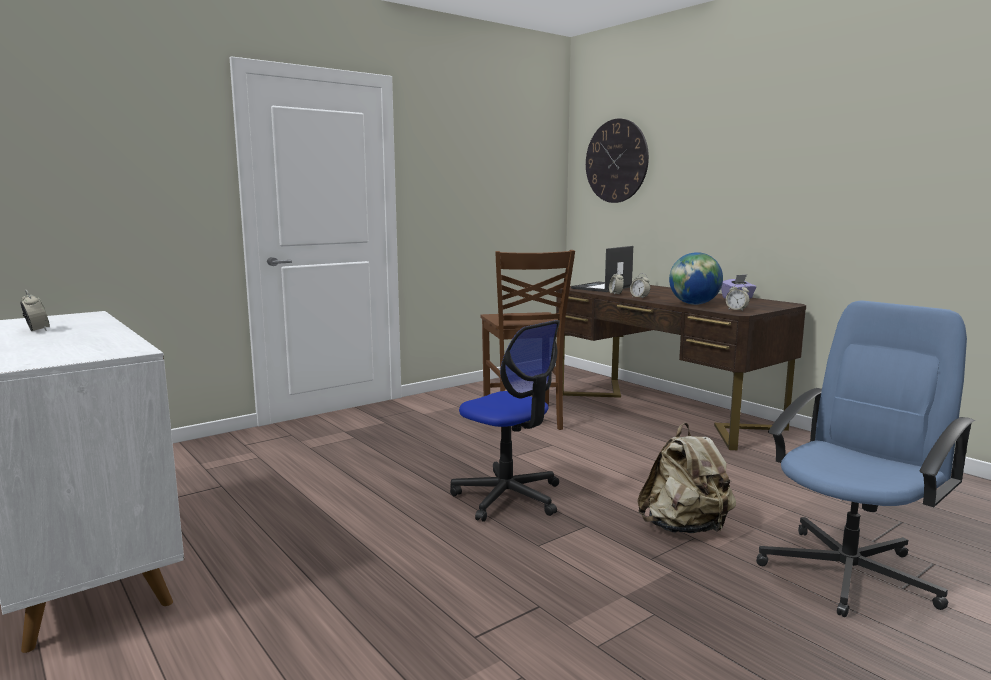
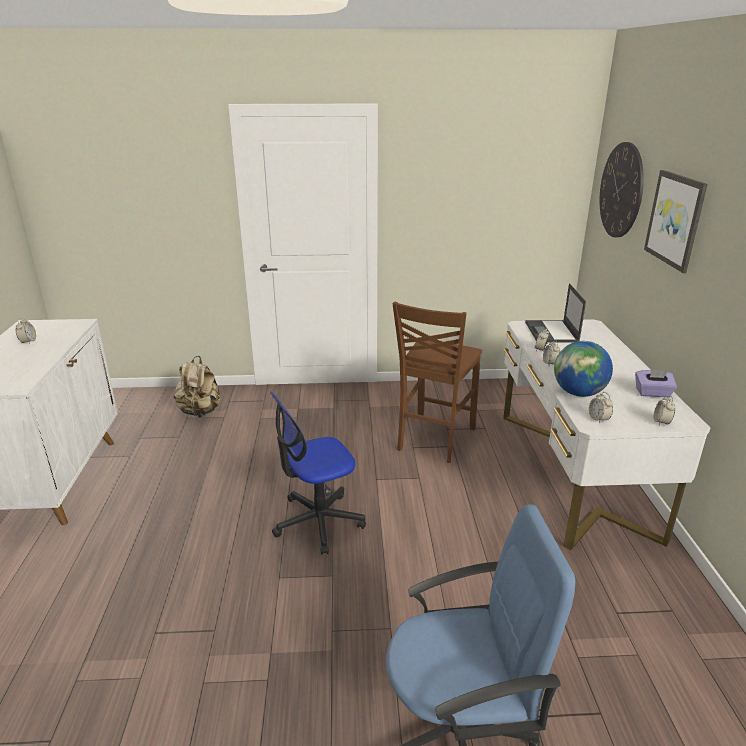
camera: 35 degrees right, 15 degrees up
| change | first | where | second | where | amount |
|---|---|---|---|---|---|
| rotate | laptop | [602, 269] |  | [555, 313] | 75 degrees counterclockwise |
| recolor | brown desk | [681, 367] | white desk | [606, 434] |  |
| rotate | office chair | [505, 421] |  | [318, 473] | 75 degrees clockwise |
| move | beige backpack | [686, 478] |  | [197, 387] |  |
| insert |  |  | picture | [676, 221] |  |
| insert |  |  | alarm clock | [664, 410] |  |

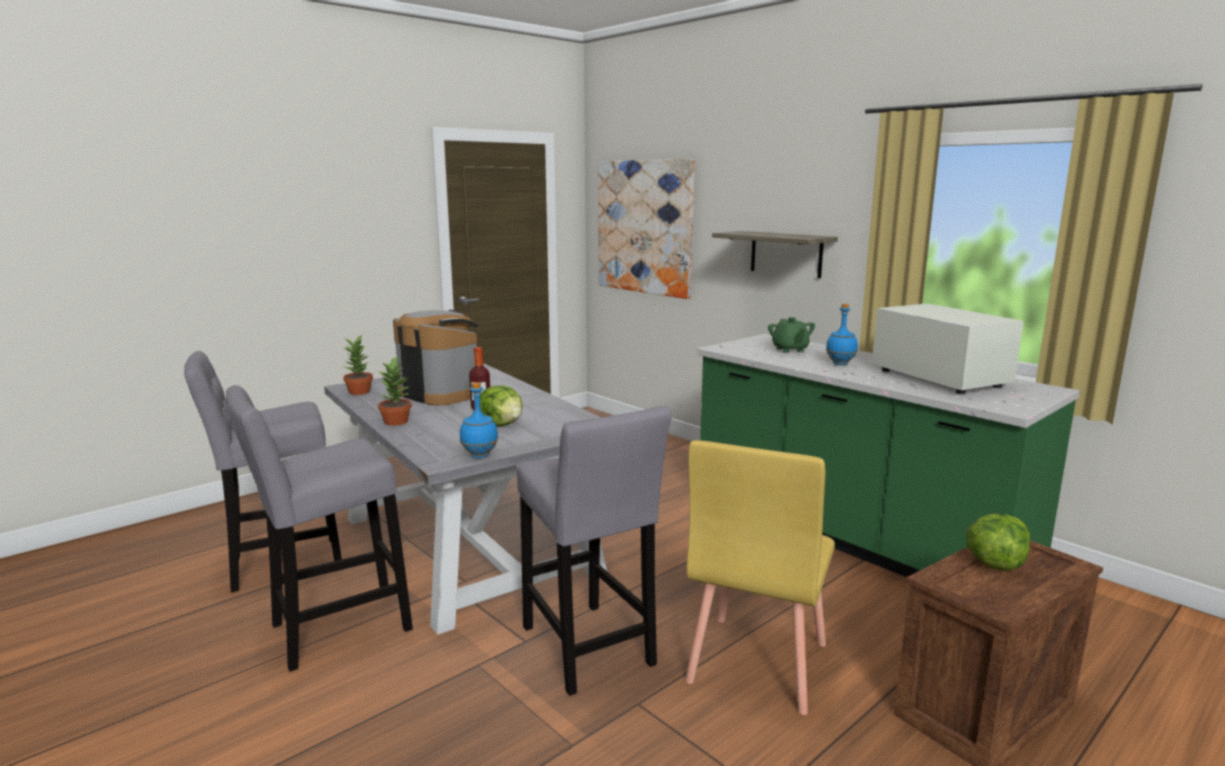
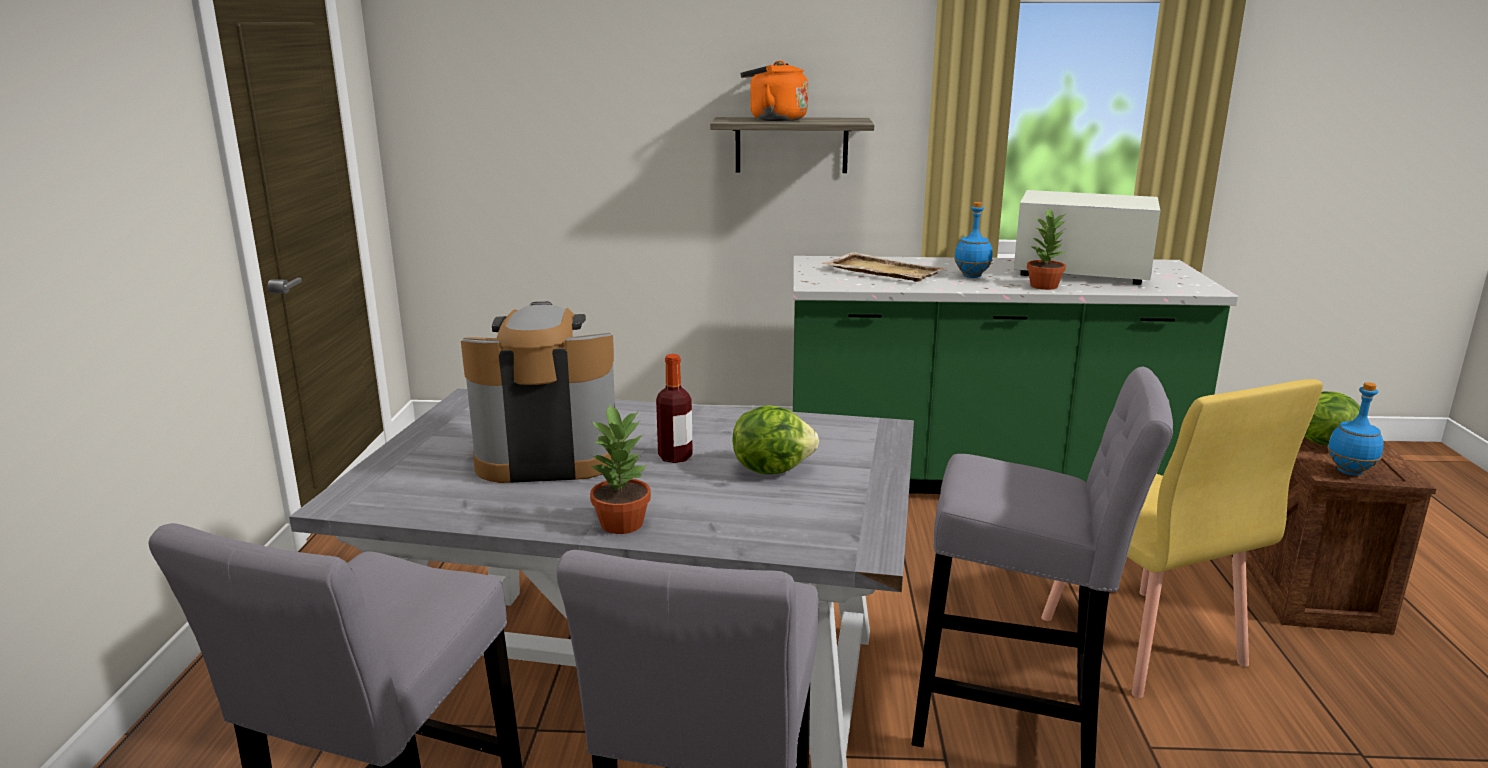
camera: 45 degrees left, 5 degrees up
| change | first | where | second | where | amount |
|---|---|---|---|---|---|
| delete | picture | [646, 229] |  |  |  |
| replace | green teapot | [791, 335] | beige tray | [883, 267] |  |
| move | potted plant | [358, 364] |  | [1046, 249] |  |
| move | blue bottle | [479, 420] |  | [1355, 429] |  |
| insert |  |  | orange kettle | [774, 90] |  |

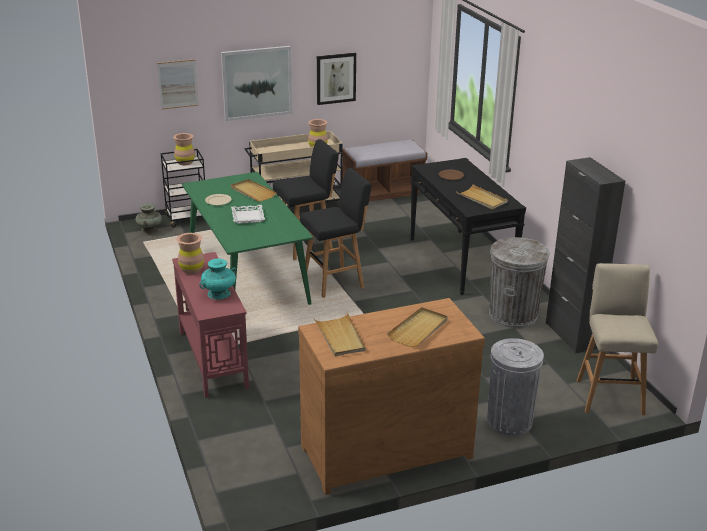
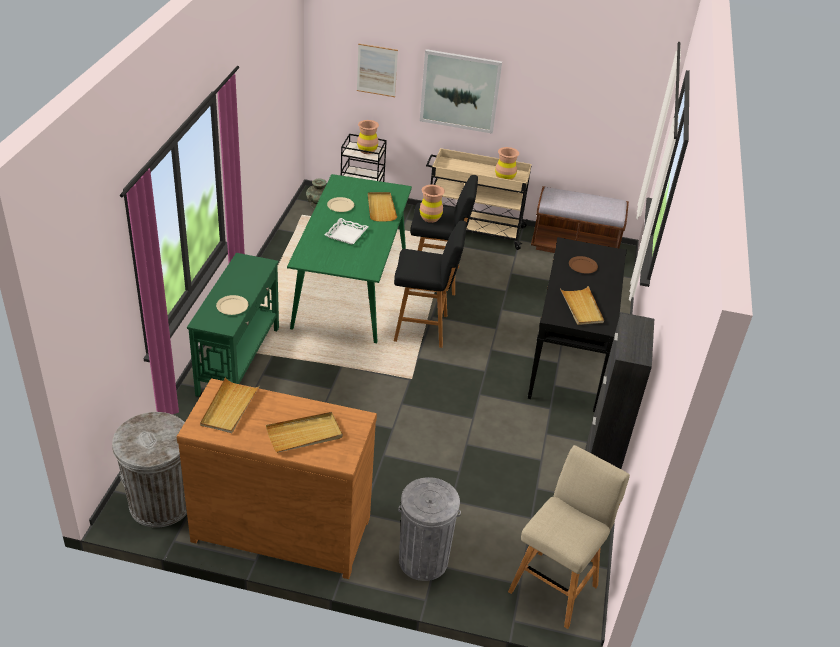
camera: 30 degrees right, 10 degrees up
| change | first | where | second | where | amount |
|---|---|---|---|---|---|
| delete | picture | [336, 79] |  |  |  |
| move | brown vase | [190, 253] |  | [432, 204] |  |
| move | grey trash can | [519, 282] |  | [149, 469] |  |
| recolor | red console table | [210, 325] | green console table | [233, 325] |  |
| replace | turquoise vase | [218, 279] | beige plate | [232, 305] |  |

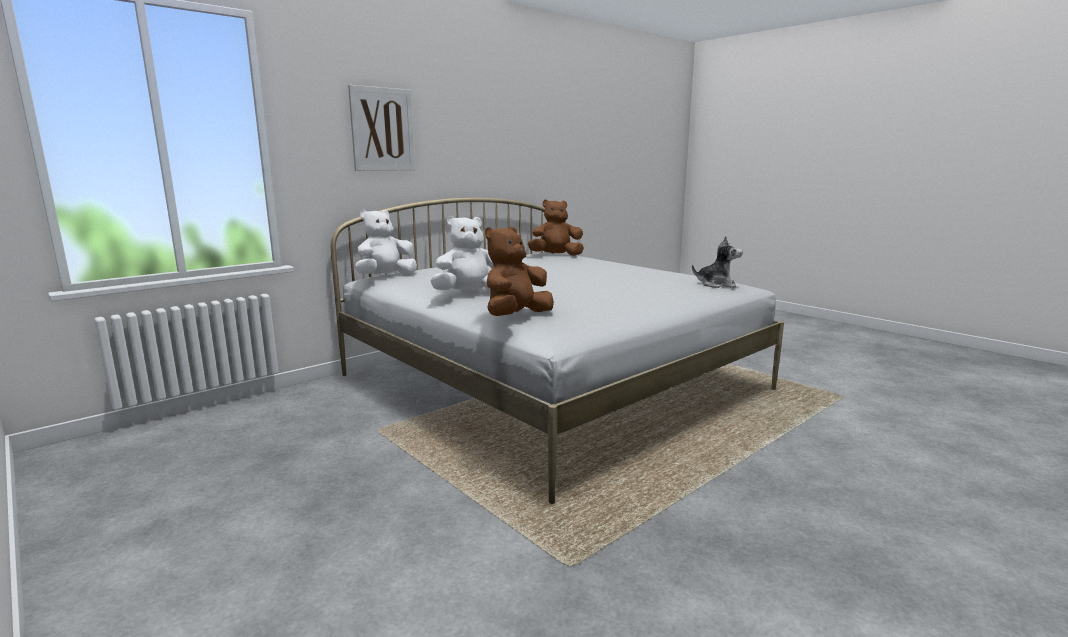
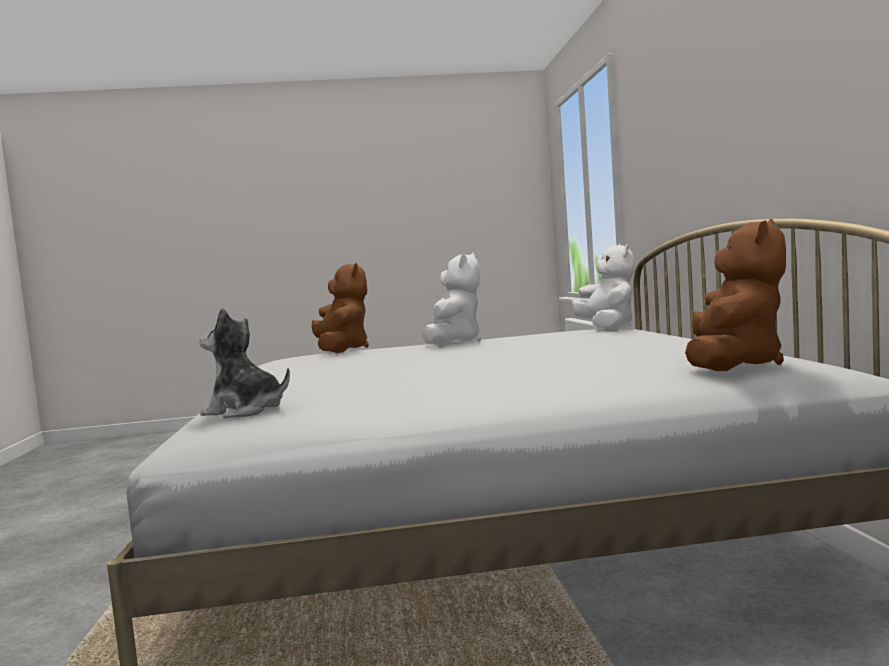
camera: 125 degrees right, 10 degrees down
| change | first | where | second | where | amount |
|---|---|---|---|---|---|
| delete | picture | [381, 128] |  |  |  |
| rotate | plush toy | [717, 262] |  | [244, 363] | 60 degrees clockwise |

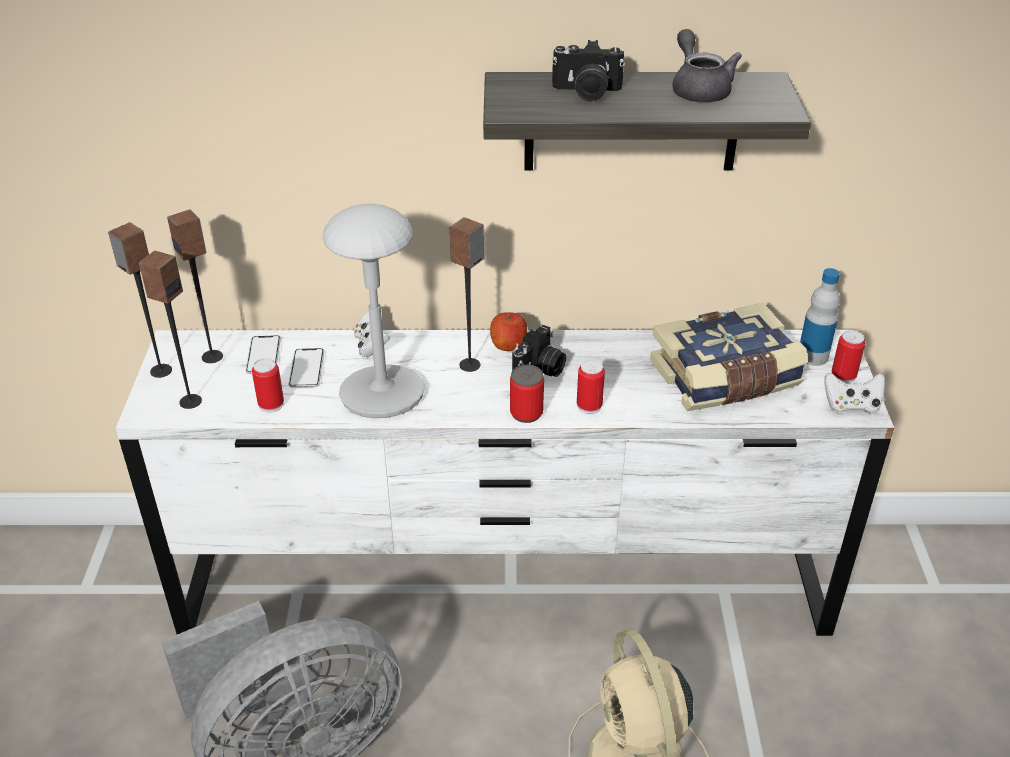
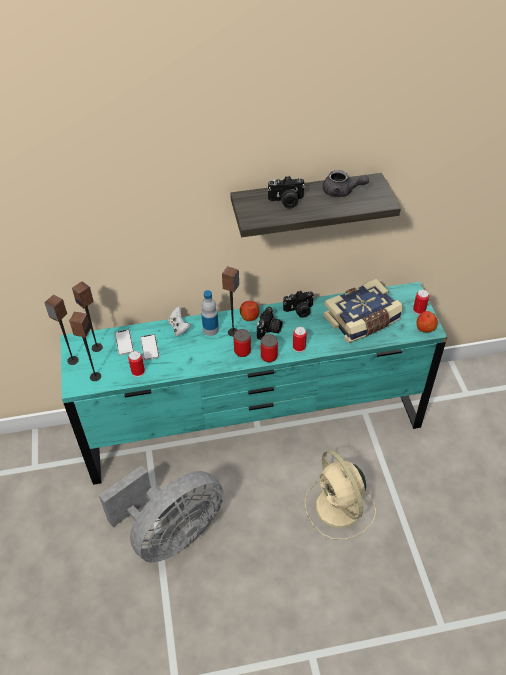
camera: 10 degrees left, 10 degrees up
| change | first | where | second | where | amount |
|---|---|---|---|---|---|
| rotate | grey teapot | [707, 66] |  | [346, 183] | 135 degrees clockwise |
| delete | grey table lamp | [373, 311] |  |  |  |
| move | bottle | [820, 317] |  | [210, 313] |  |
| recolor | white dresser | [505, 483] | turquoise dresser | [253, 383] |  |
| replace | white game controller | [854, 393] | apple | [427, 321] |  |
| insert |  |  | photo camera | [298, 304] |  |
| insert |  |  | can | [242, 343] |  |

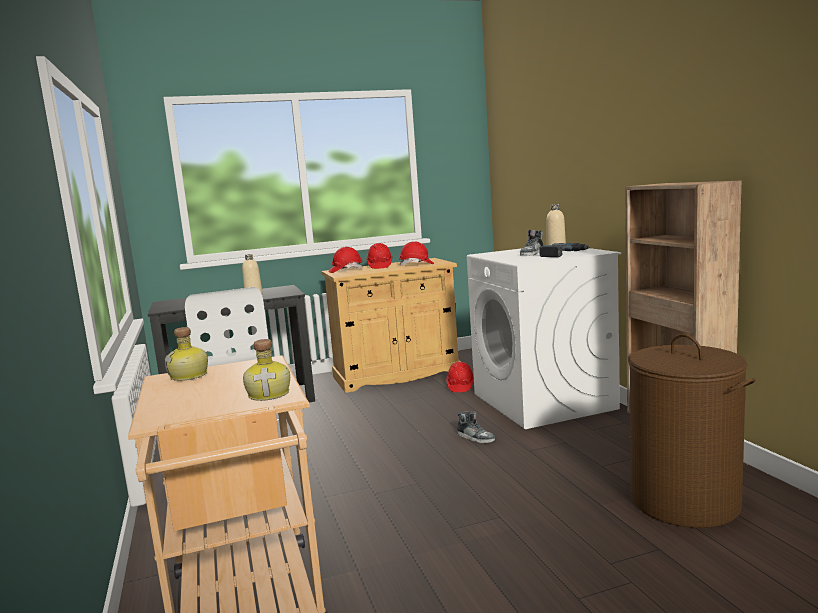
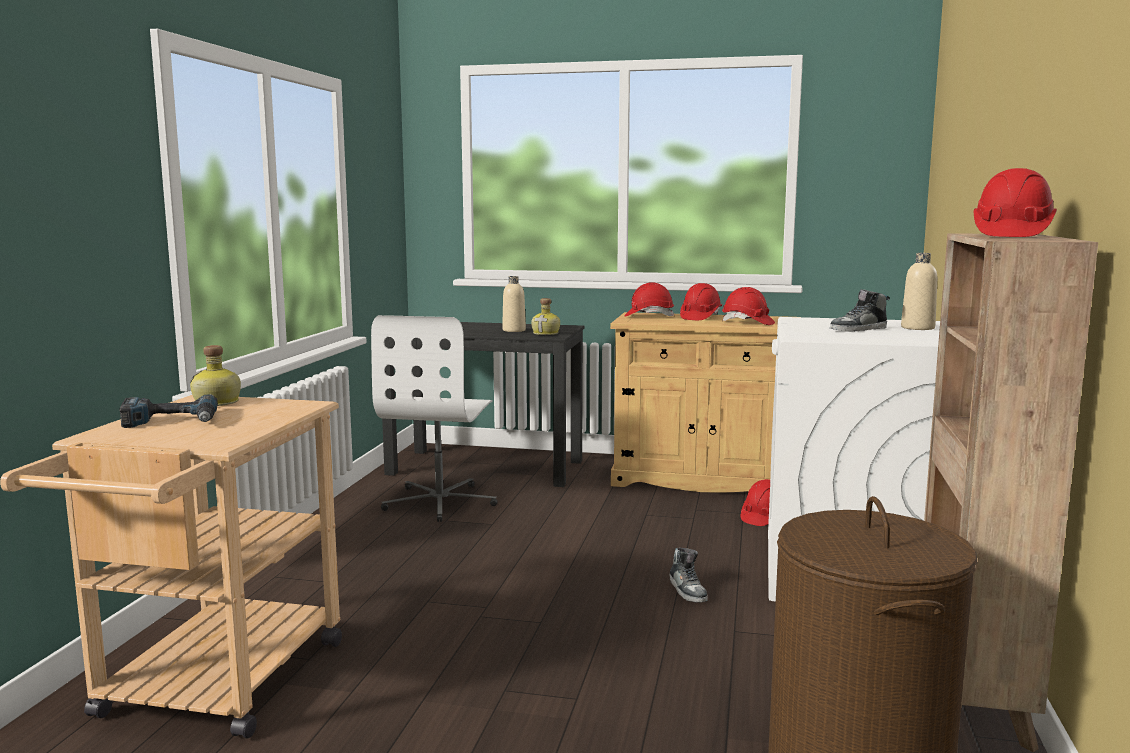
camera: 30 degrees right, 0 degrees up
| change | first | where | second | where | amount |
|---|---|---|---|---|---|
| move | power drill | [564, 250] |  | [169, 411] |  |
| move | bottle | [266, 370] |  | [545, 316] |  |
| insert |  |  | red hard hat | [1015, 202] |  |

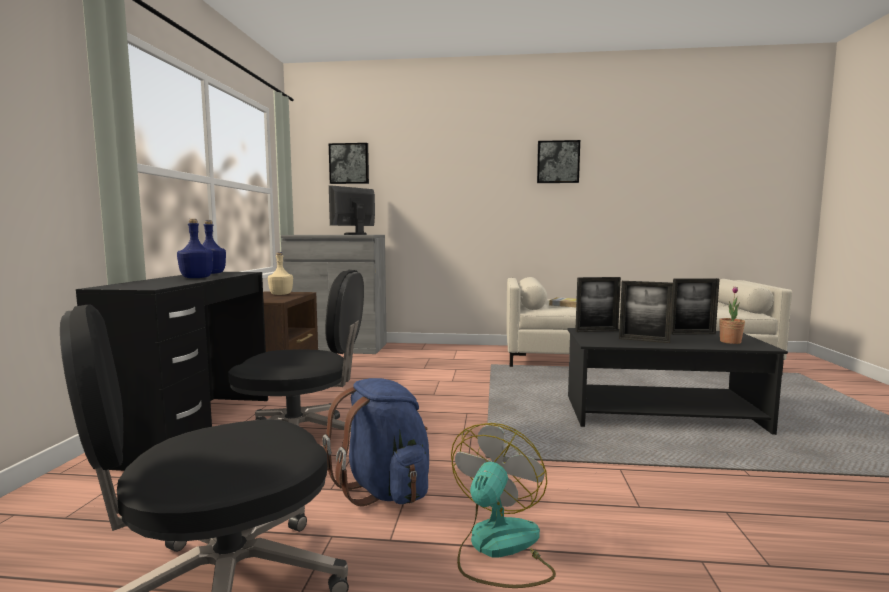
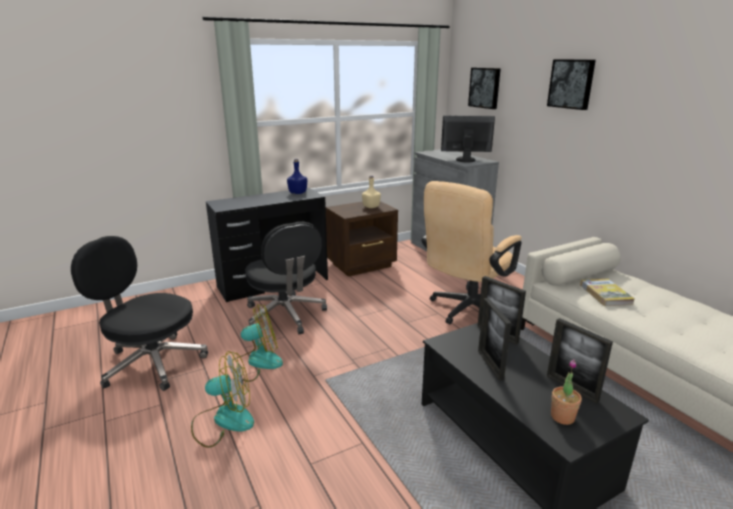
camera: 55 degrees right, 15 degrees up
| change | first | where | second | where | amount |
|---|---|---|---|---|---|
| move | picture | [558, 161] |  | [571, 84] |  |
| delete | blue bottle | [195, 248] |  |  |  |
| replace | blue backpack | [375, 442] | fan | [258, 343] |  |
| insert |  |  | beige office chair | [472, 252] |  |

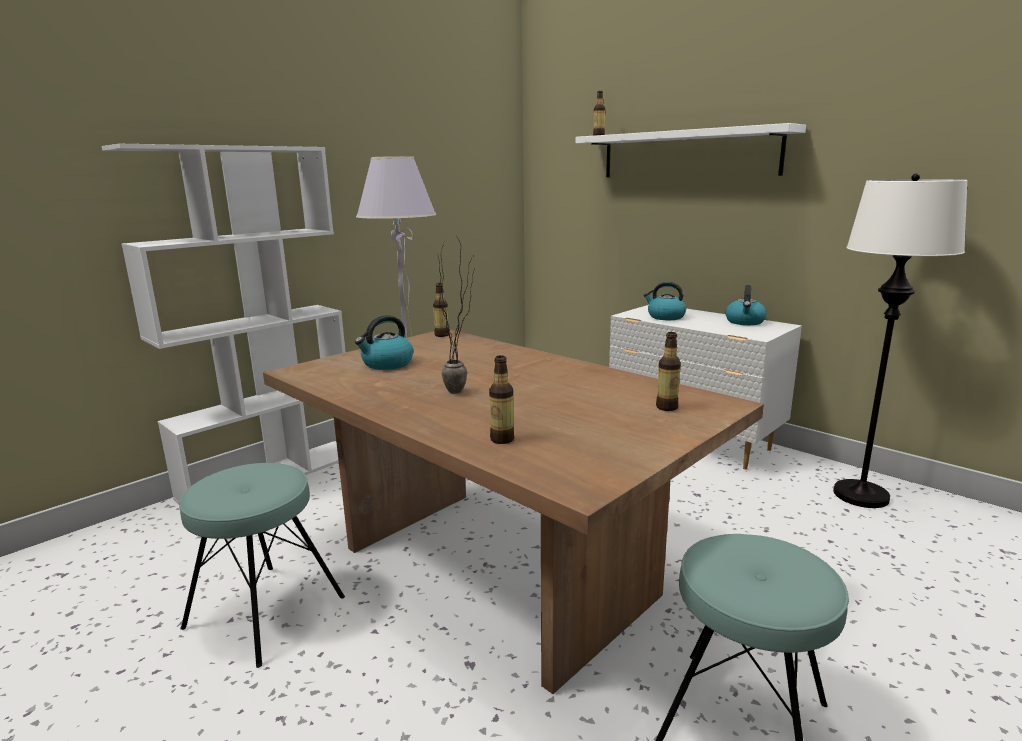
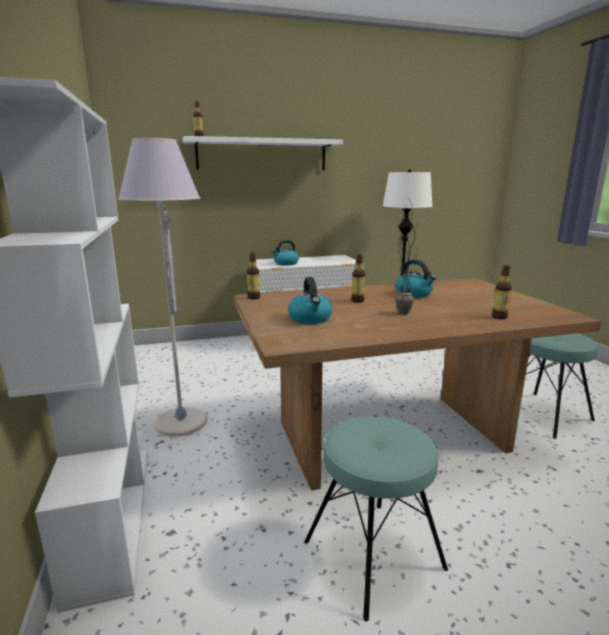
camera: 60 degrees left, 0 degrees up
| change | first | where | second | where | amount |
|---|---|---|---|---|---|
| move | kettle | [746, 305] |  | [415, 278] |  |
| move | bottle | [668, 371] |  | [358, 279] |  |

